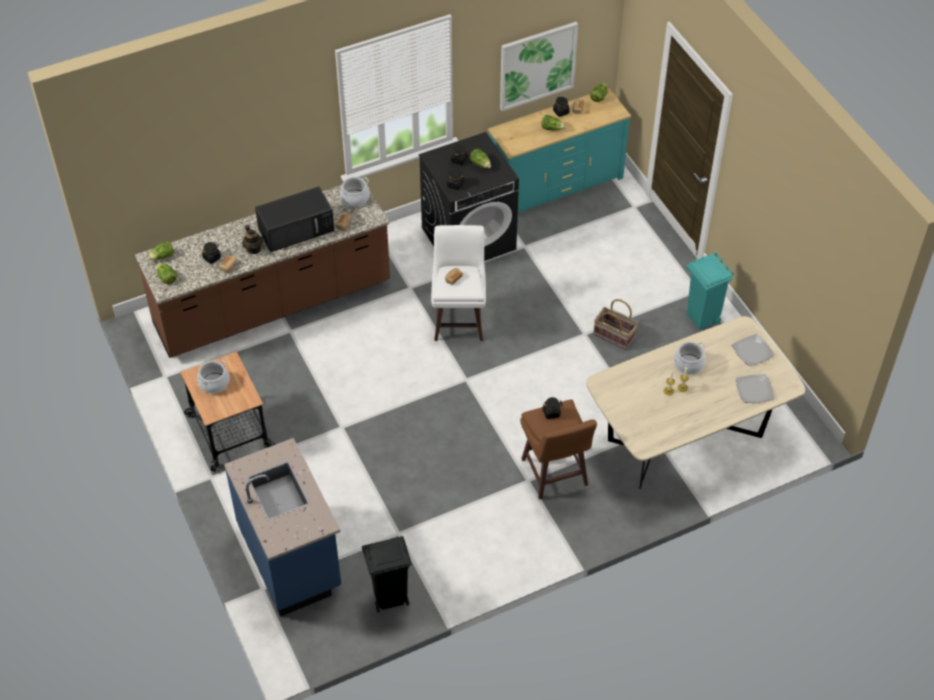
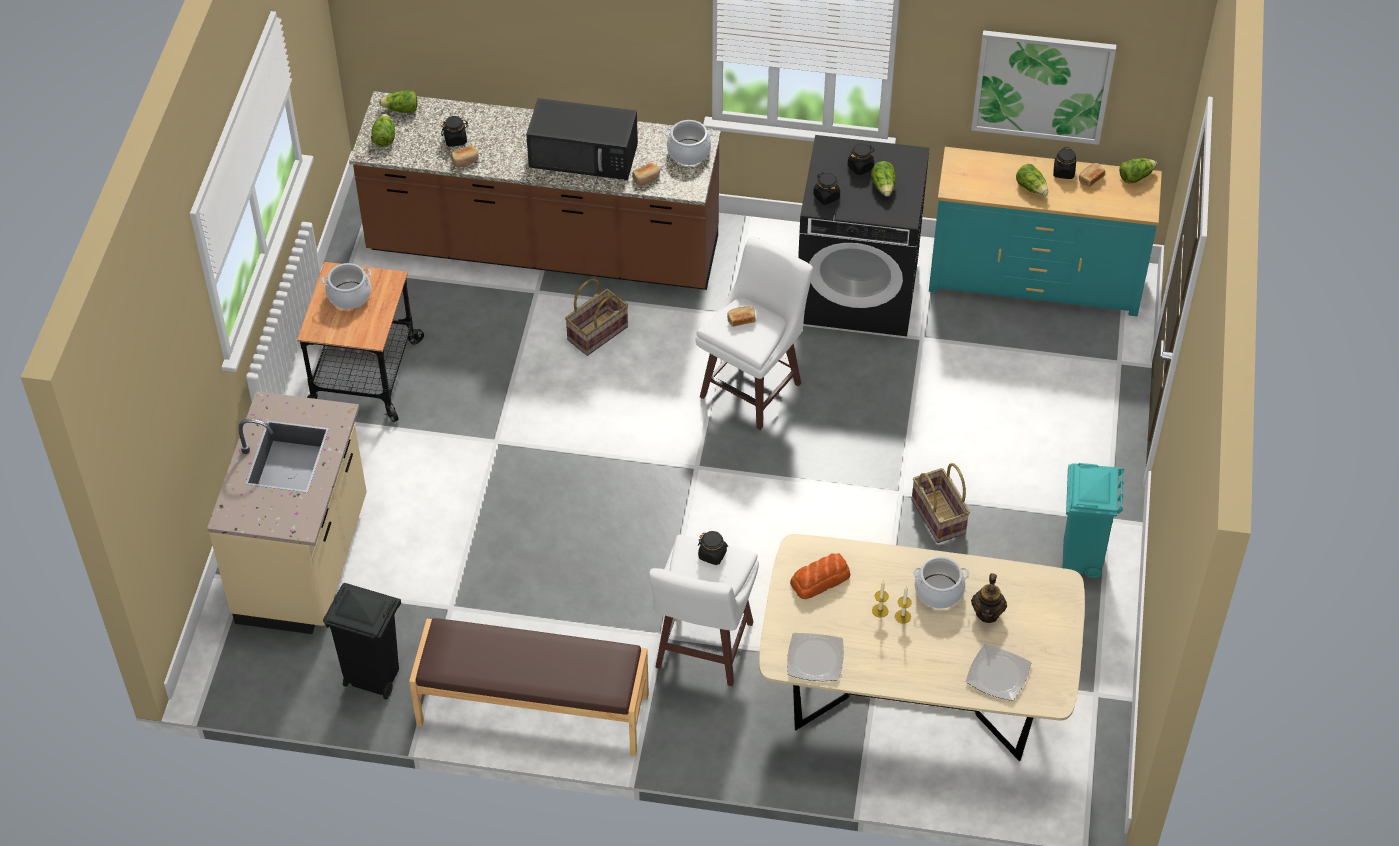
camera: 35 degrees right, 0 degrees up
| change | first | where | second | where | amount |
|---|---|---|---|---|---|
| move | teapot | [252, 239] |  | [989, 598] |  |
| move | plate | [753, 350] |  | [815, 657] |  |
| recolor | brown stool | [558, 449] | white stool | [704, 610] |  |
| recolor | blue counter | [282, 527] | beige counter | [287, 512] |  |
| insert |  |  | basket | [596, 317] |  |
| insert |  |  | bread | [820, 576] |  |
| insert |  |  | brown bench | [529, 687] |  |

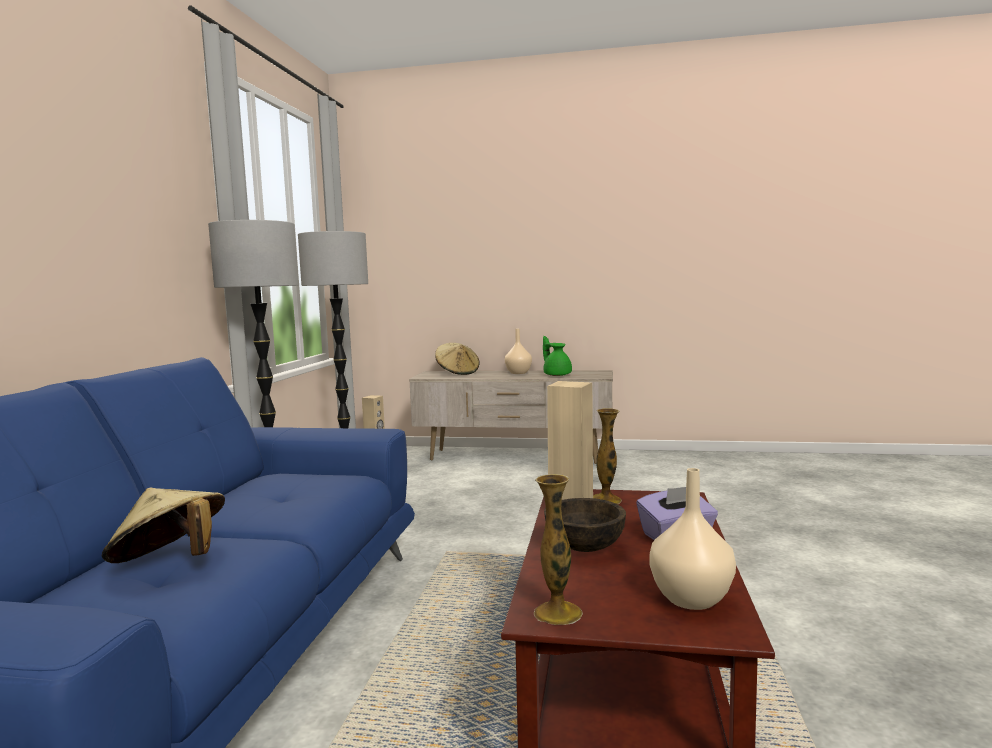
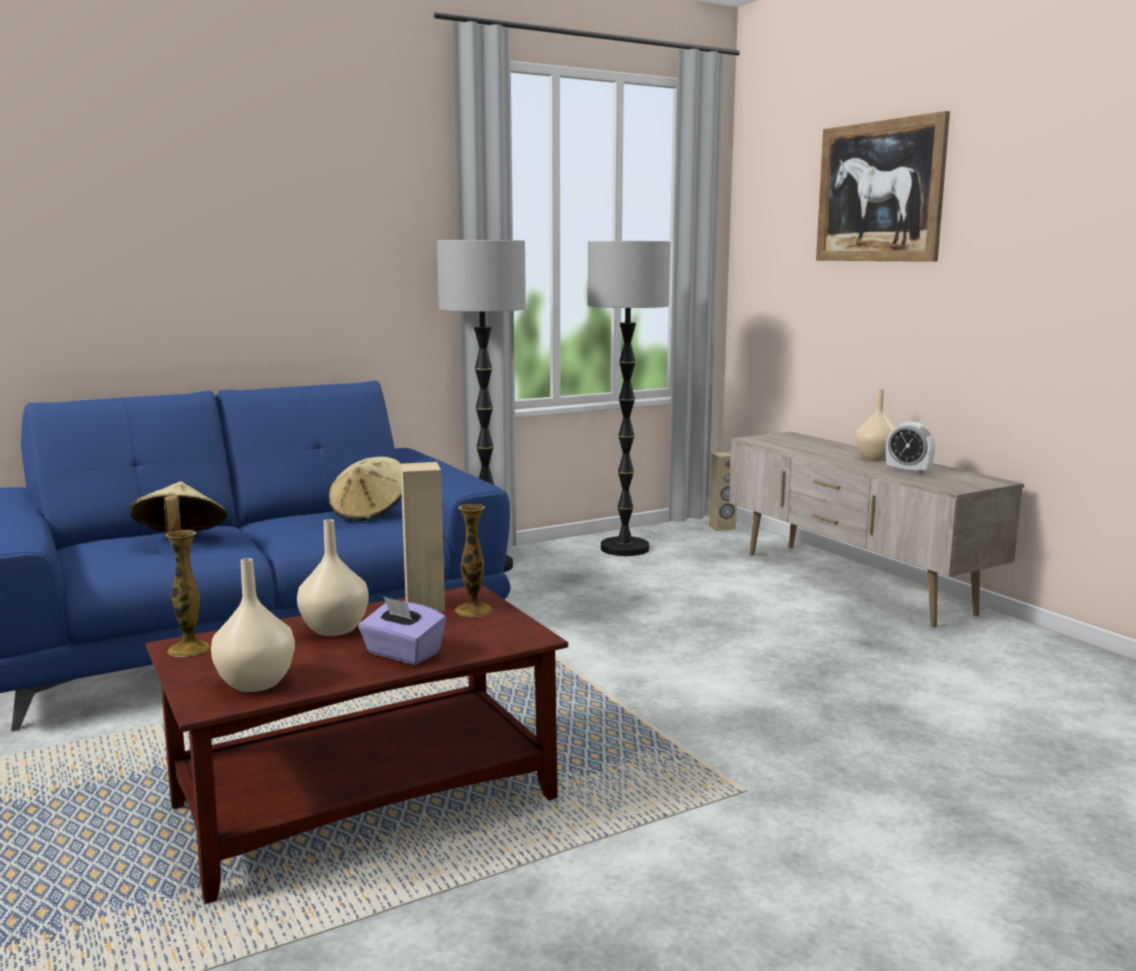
camera: 50 degrees right, 5 degrees up
| change | first | where | second | where | amount |
|---|---|---|---|---|---|
| replace | green teapot | [557, 356] | alarm clock | [910, 448] |  |
| move | beige hat | [457, 359] |  | [365, 489] |  |
| replace | brown bowl | [585, 525] | beige vase | [333, 577] |  |
| insert |  |  | picture | [883, 186] |  |

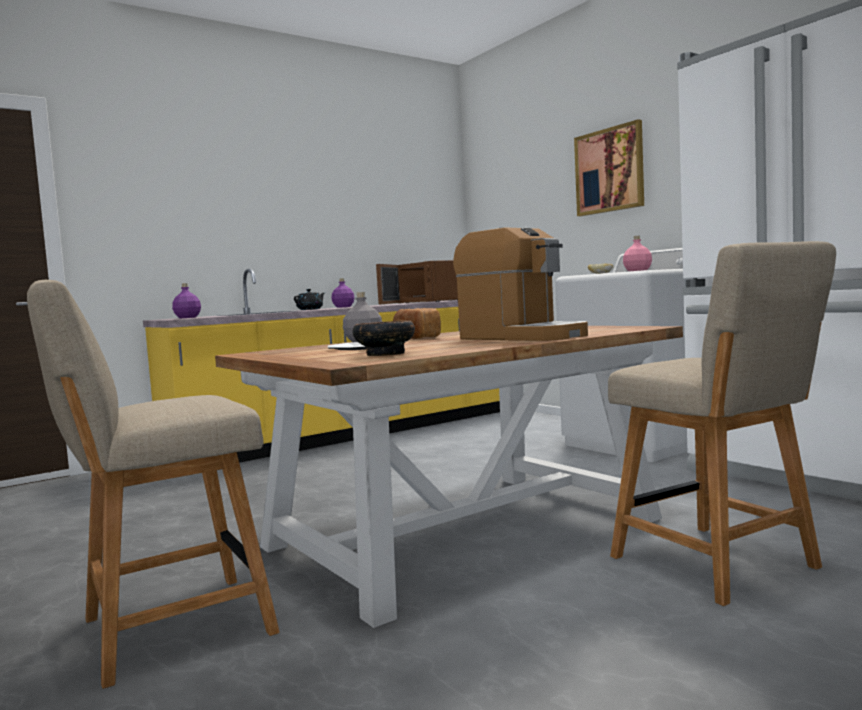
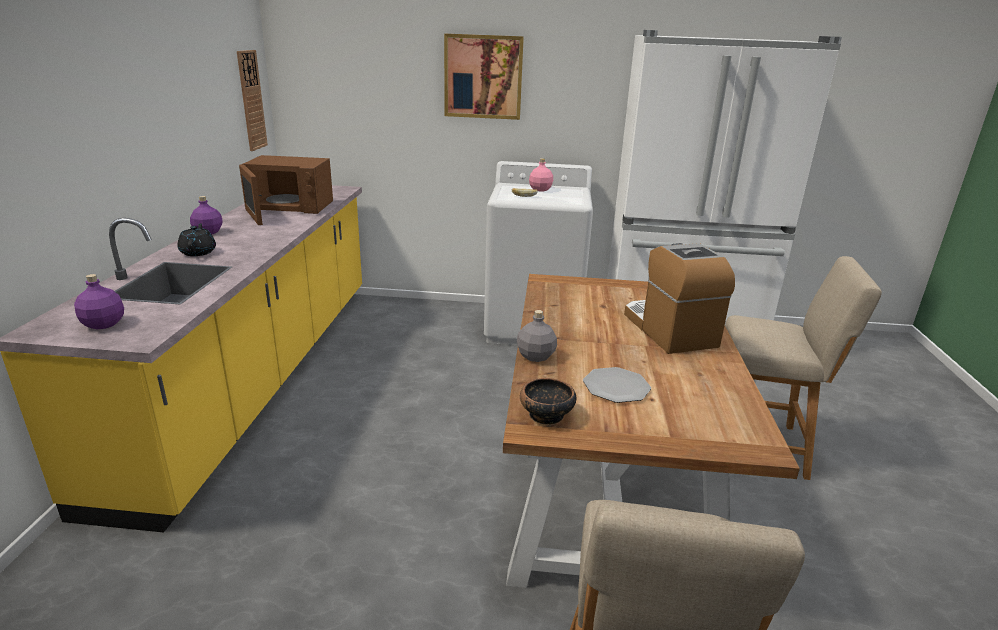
camera: 50 degrees left, 20 degrees up
| change | first | where | second | where | amount |
|---|---|---|---|---|---|
| rotate | coffee machine | [520, 284] |  | [679, 298] | 105 degrees counterclockwise |
| delete | bread | [417, 323] |  |  |  |
| move | bowl | [384, 338] |  | [548, 401] |  |
| insert |  |  | wall clock | [252, 100] |  |

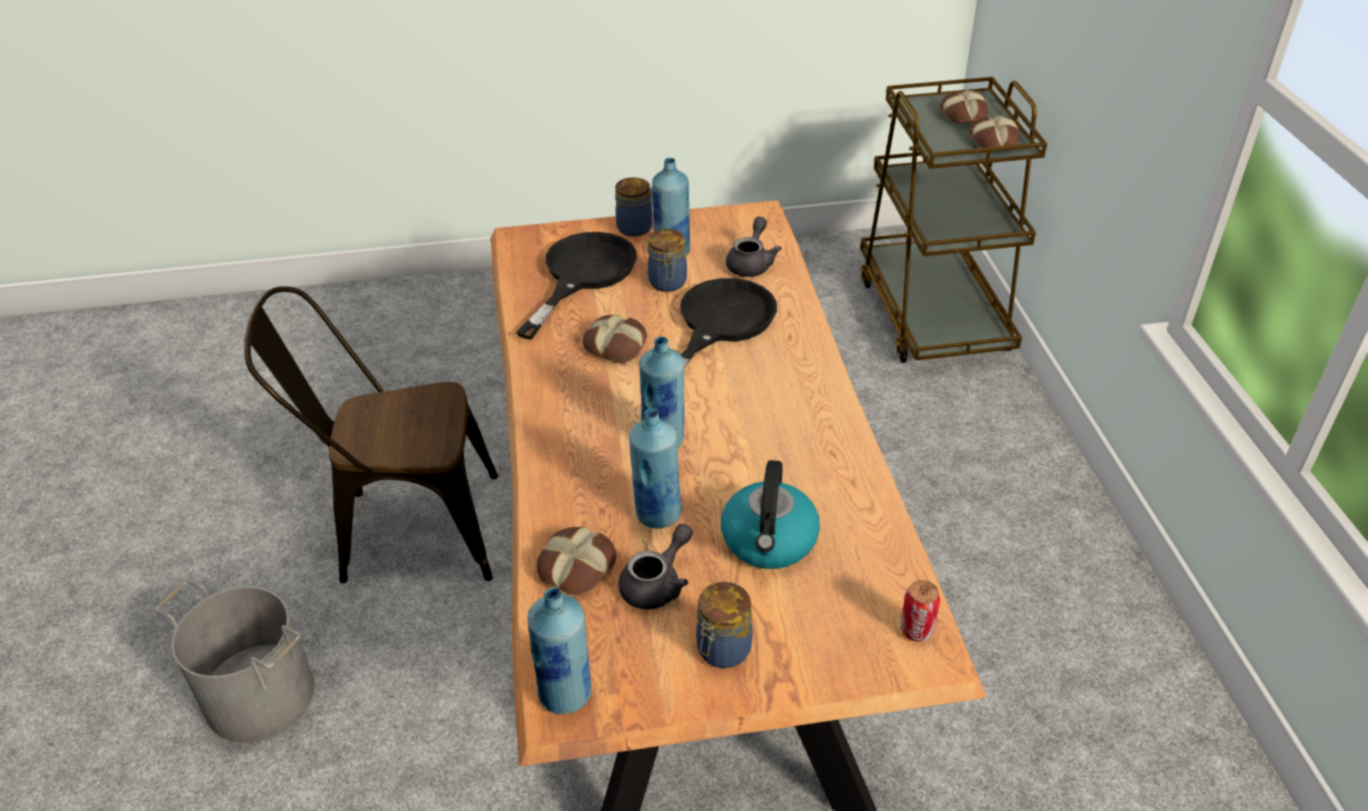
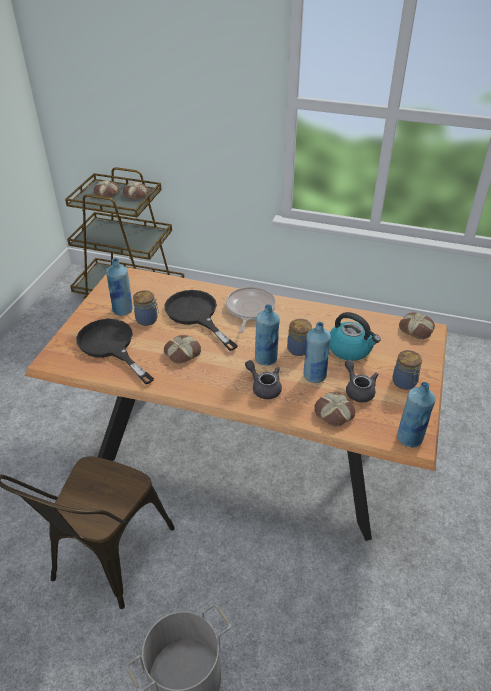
camera: 65 degrees left, 0 degrees up
| change | first | where | second | where | amount |
|---|---|---|---|---|---|
| move | jar | [634, 207] |  | [299, 337] |  |
| move | grey teapot | [753, 247] |  | [263, 379] |  |
| replace | can | [920, 611] | bread | [417, 325] |  |
| insert |  |  | frying pan | [251, 310] |  |

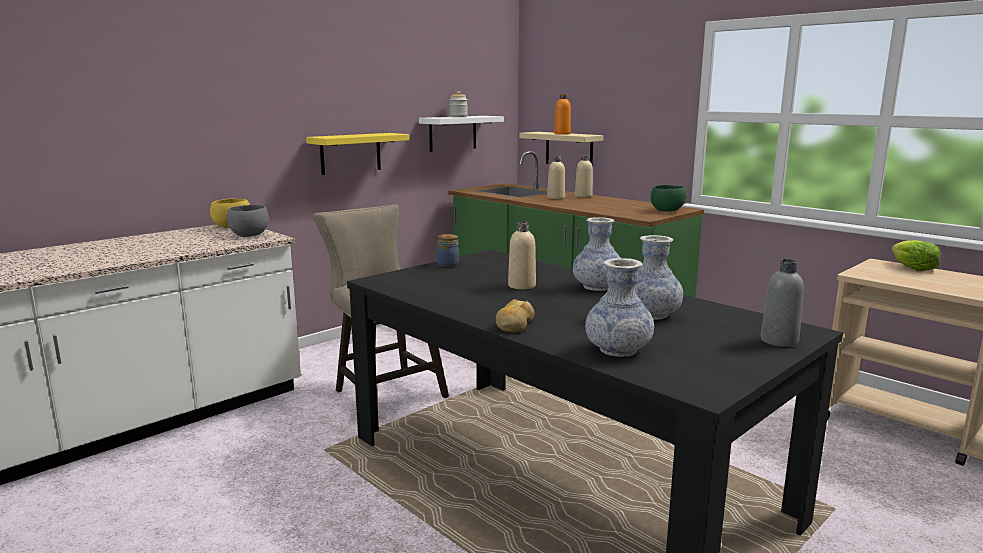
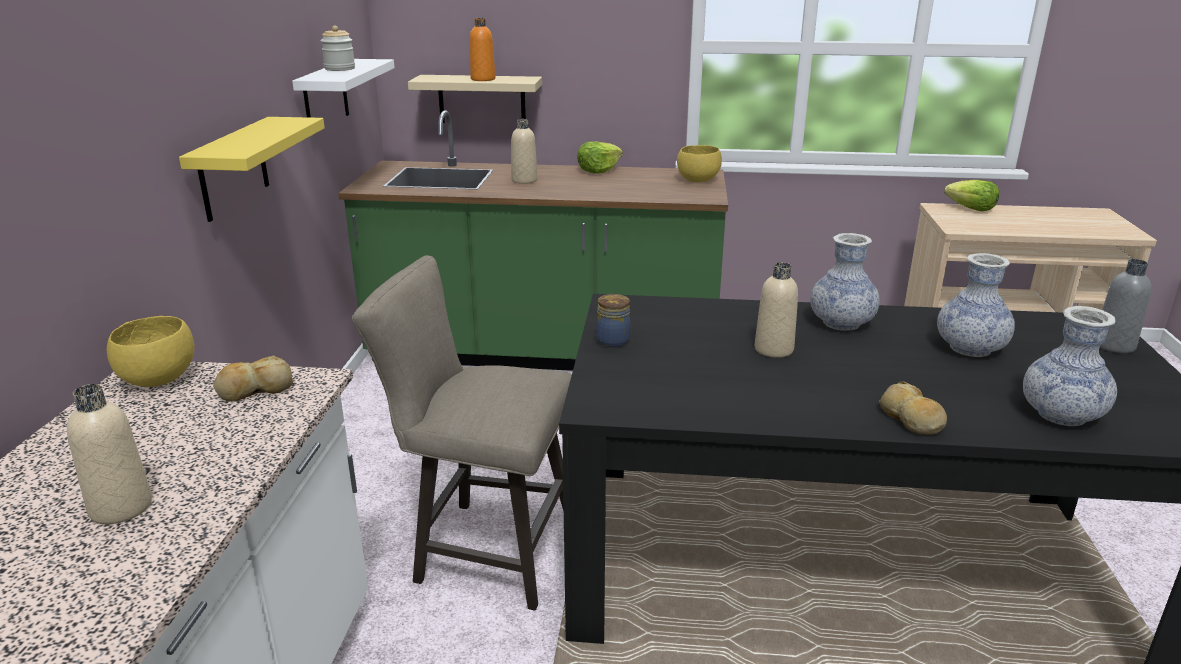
camera: 40 degrees left, 10 degrees up
| change | first | where | second | where | amount |
|---|---|---|---|---|---|
| move | beige bottle | [584, 176] |  | [109, 454] |  |
| recolor | green bowl | [668, 198] | yellow bowl | [699, 163] |  |
| replace | grey bowl | [248, 221] | bread | [253, 378] |  |
| insert |  |  | lettuce | [600, 158] |  |

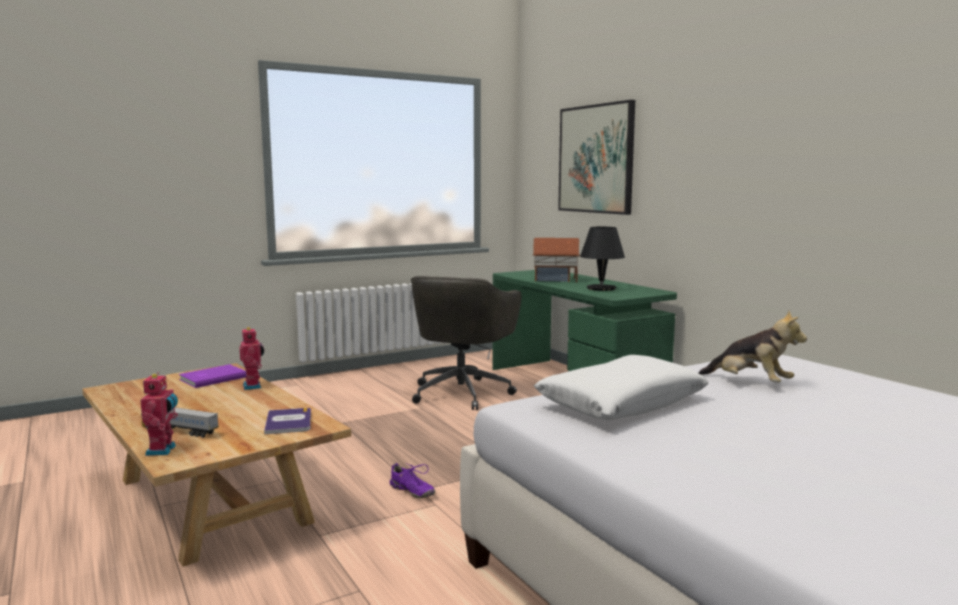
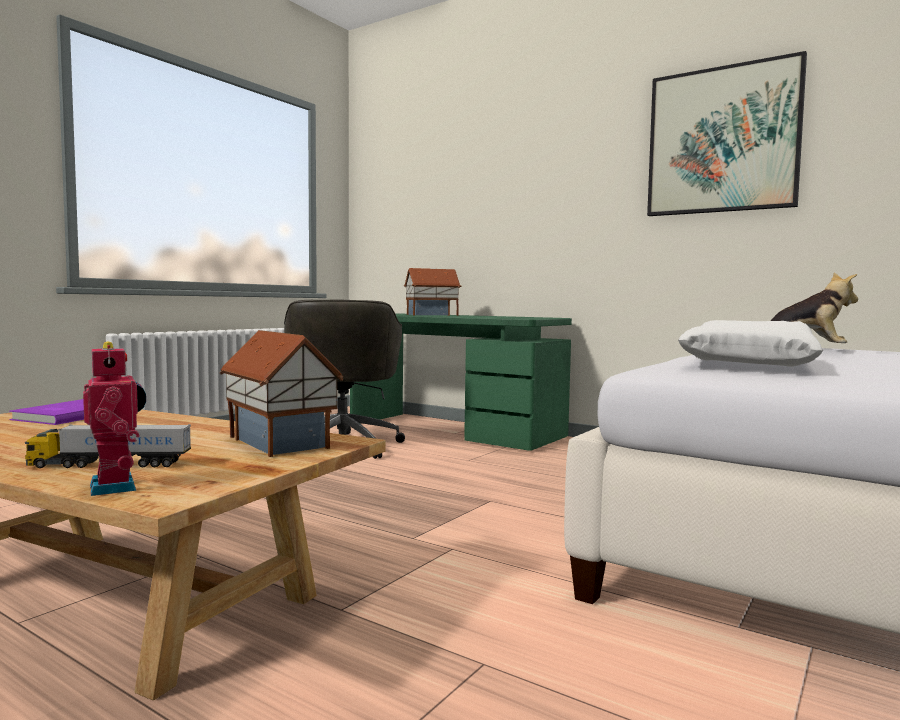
camera: 25 degrees left, 5 degrees down
| change | first | where | second | where | amount |
|---|---|---|---|---|---|
| move | picture | [596, 157] |  | [727, 133] |  |
| delete | black table lamp | [602, 259] |  |  |  |
| delete | toy robot | [252, 358] |  |  |  |
| replace | book | [287, 421] | toy house | [281, 393] |  |
| delete | purple shoe | [412, 480] |  |  |  |

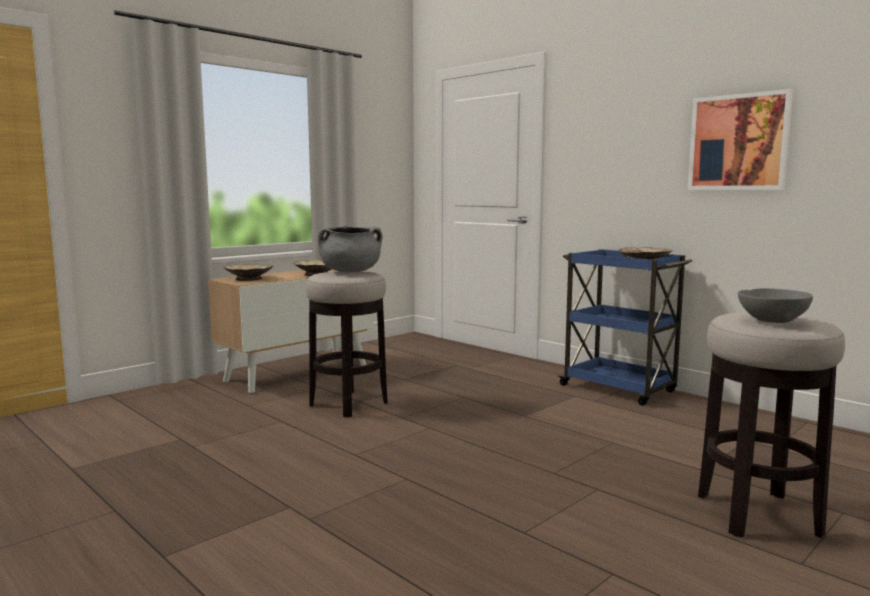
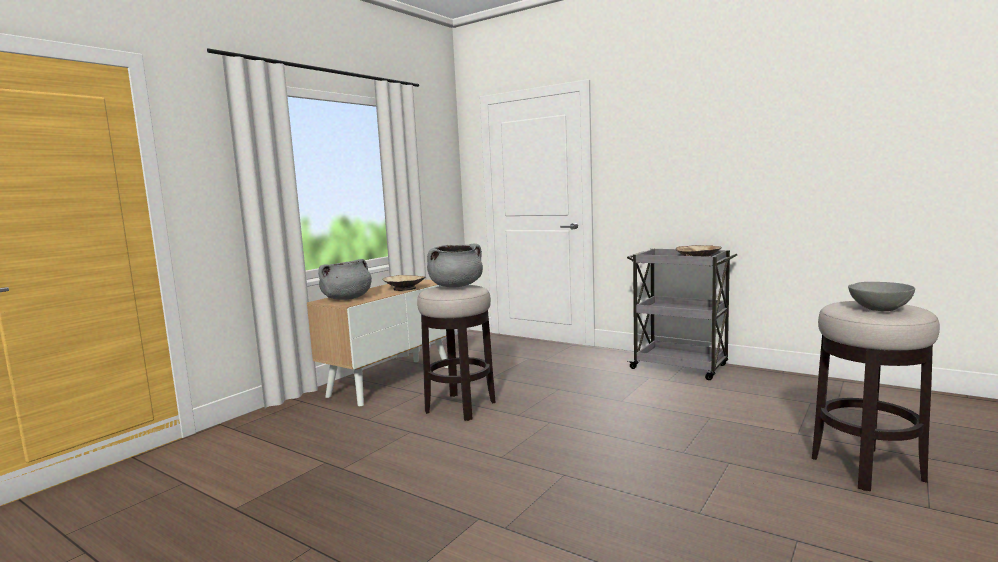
camera: 10 degrees left, 0 degrees up
| change | first | where | second | where | amount |
|---|---|---|---|---|---|
| delete | picture | [740, 139] |  |  |  |
| recolor | blue cart | [625, 327] | grey cart | [682, 314] |  |
| replace | beige bowl | [248, 272] | grey cooking pot | [345, 279] |  |

